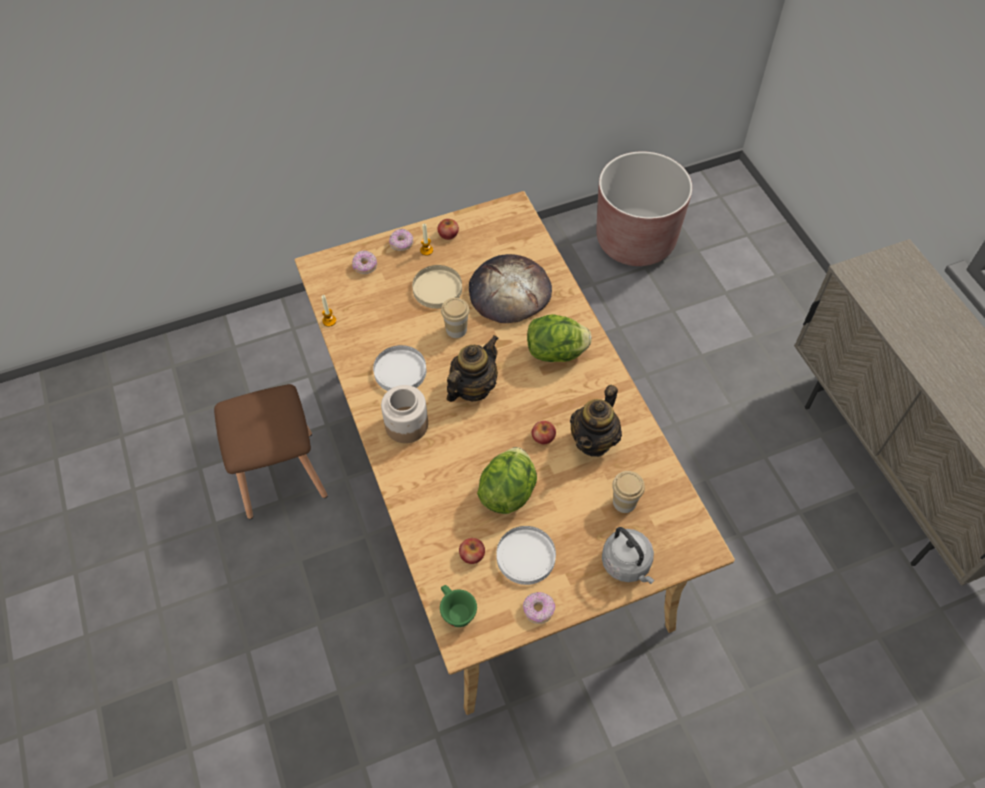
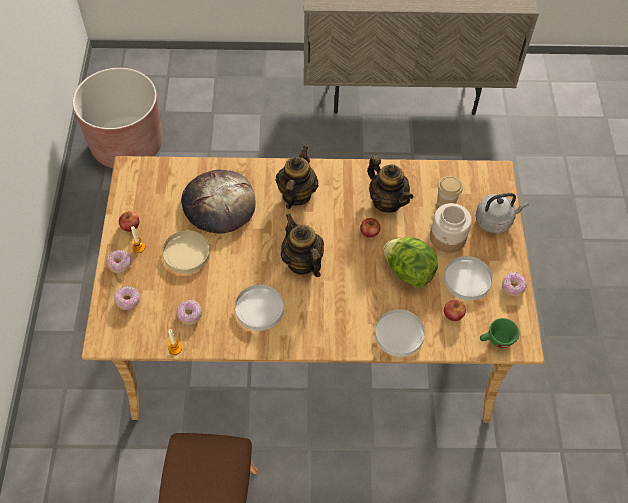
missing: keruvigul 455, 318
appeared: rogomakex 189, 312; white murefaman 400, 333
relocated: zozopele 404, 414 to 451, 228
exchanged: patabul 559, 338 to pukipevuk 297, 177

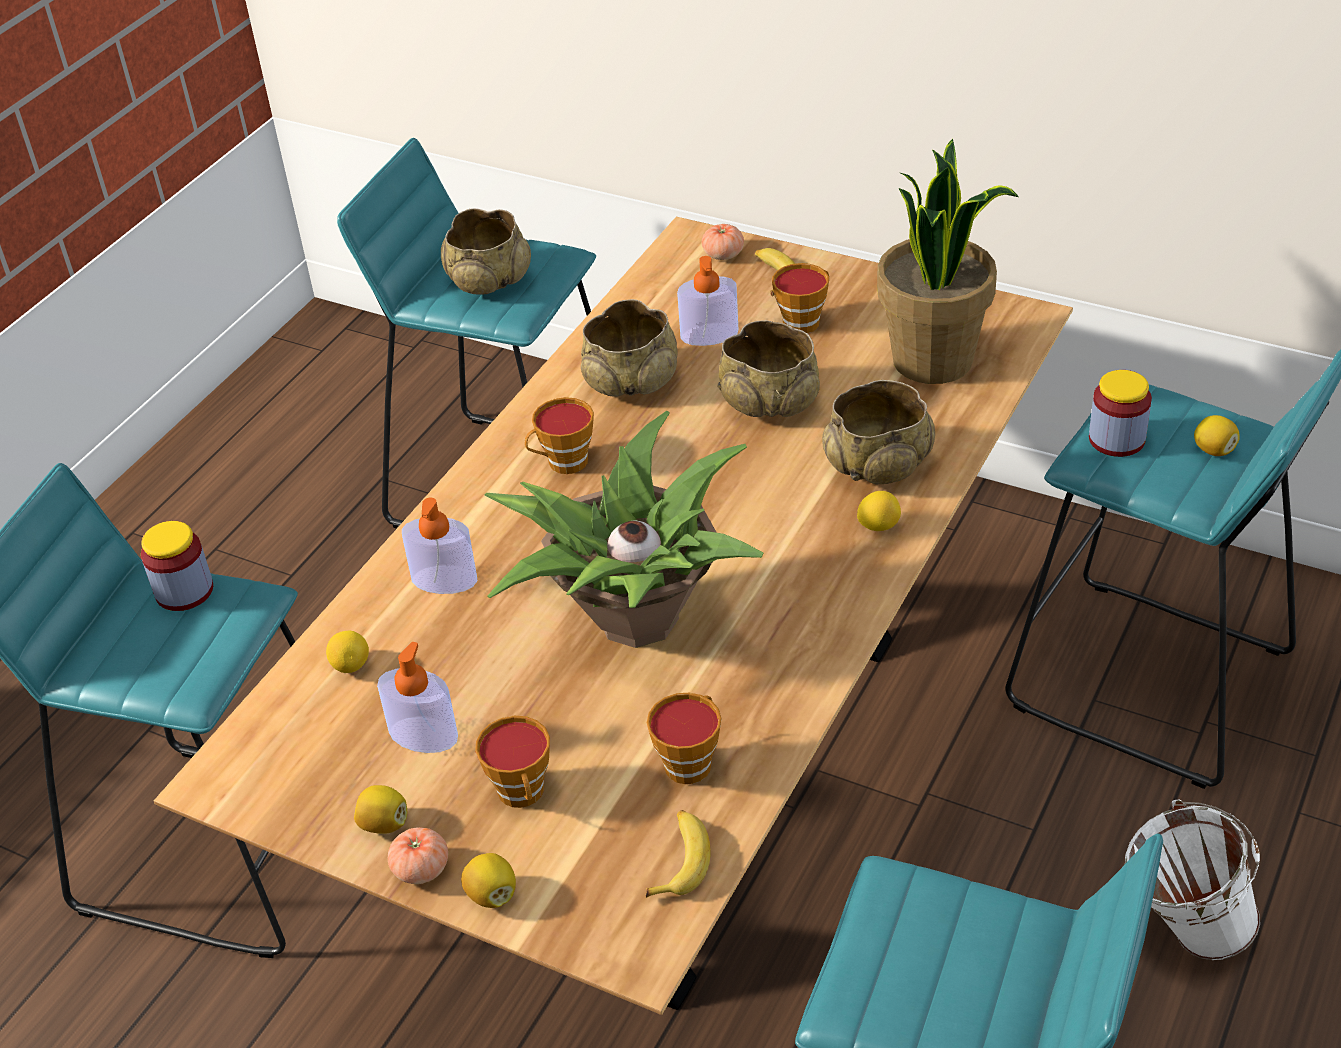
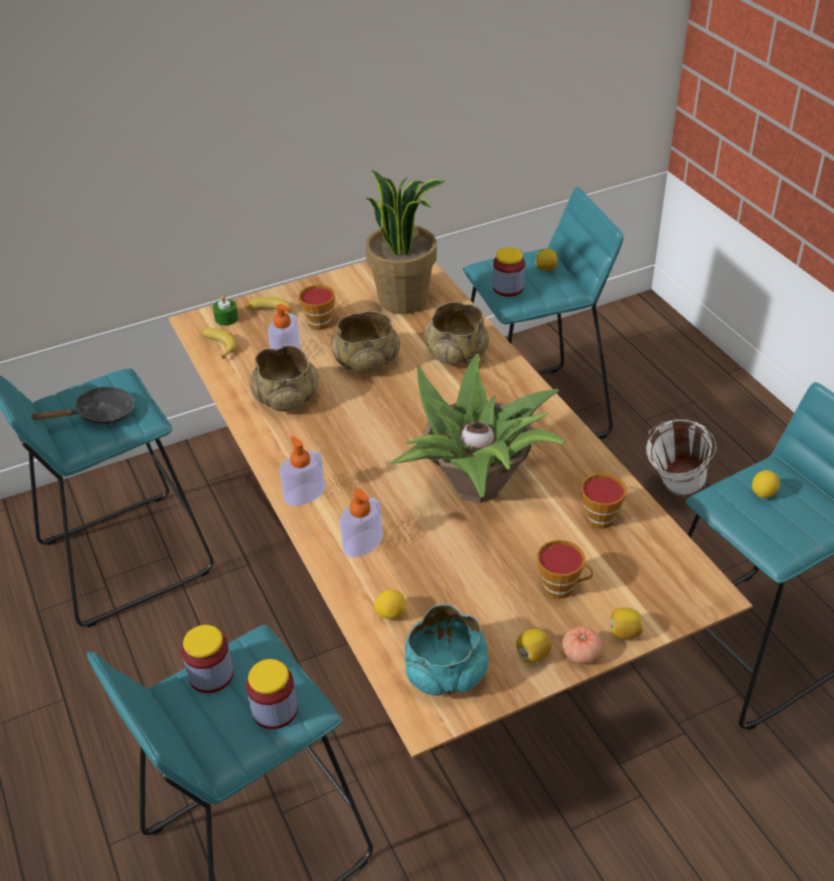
missing: keruvigul 559, 435
appeared: zozopele 272, 694; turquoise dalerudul 447, 650
relocated: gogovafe 678, 854 to 218, 343; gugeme 417, 697 to 302, 471; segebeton 879, 511 to 766, 484
exchanged: beige dalerudul 486, 251 to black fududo 82, 405; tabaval 722, 242 to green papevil 225, 310

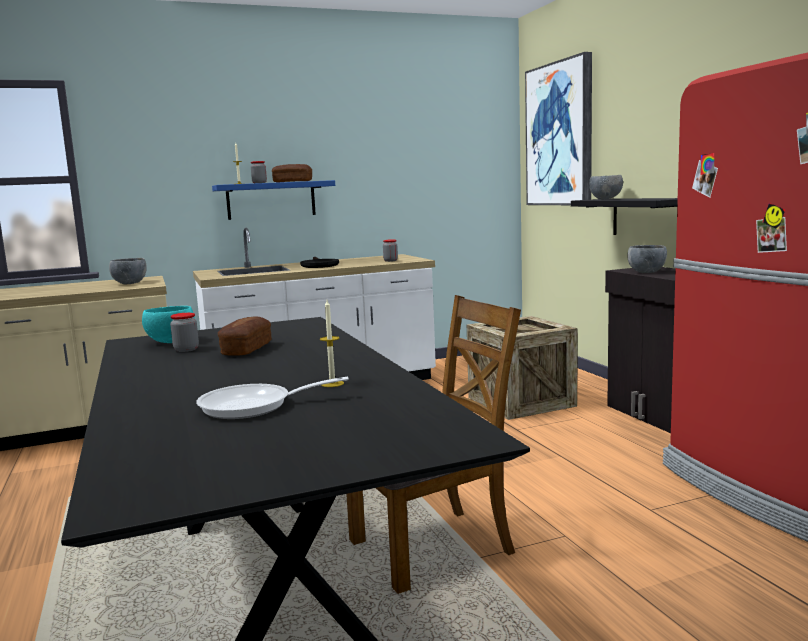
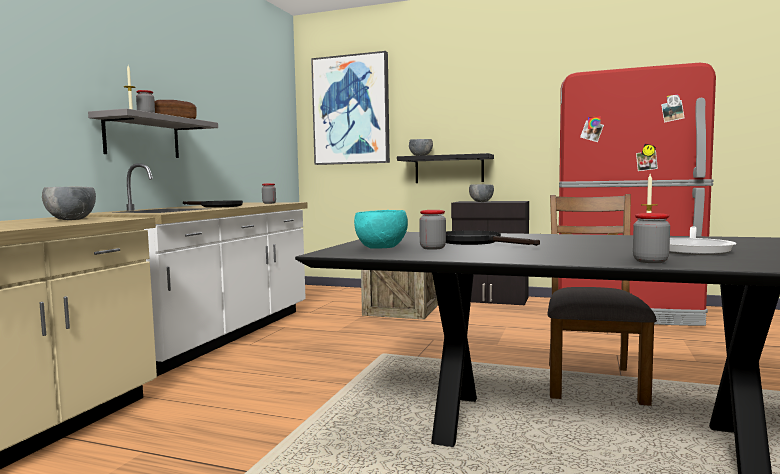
appeared: zozopele 651, 238
exchanged: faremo 244, 336 to black fududo 493, 238
colour: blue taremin 273, 200 to grey taremin 153, 133

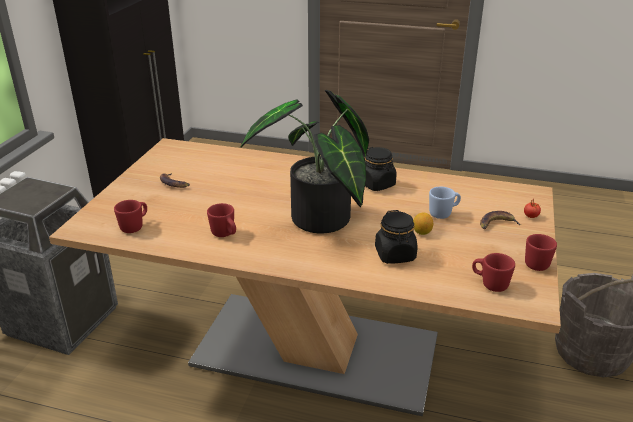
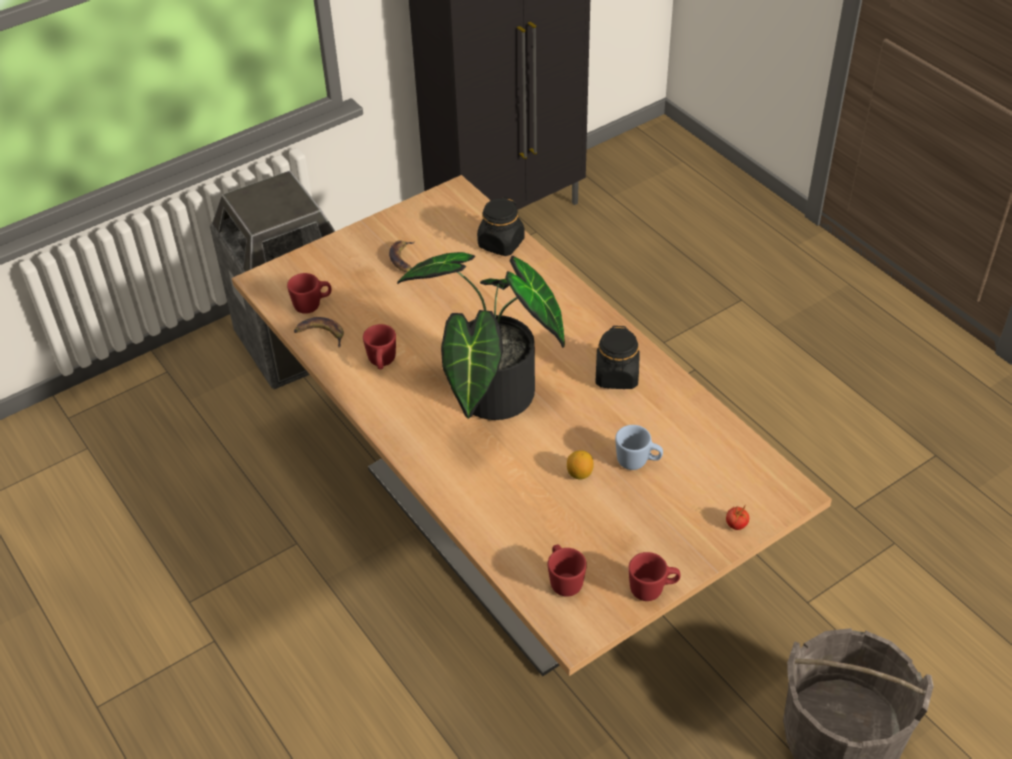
relocated: gogovafe 501, 220 to 319, 332; black zozopele 396, 237 to 501, 226

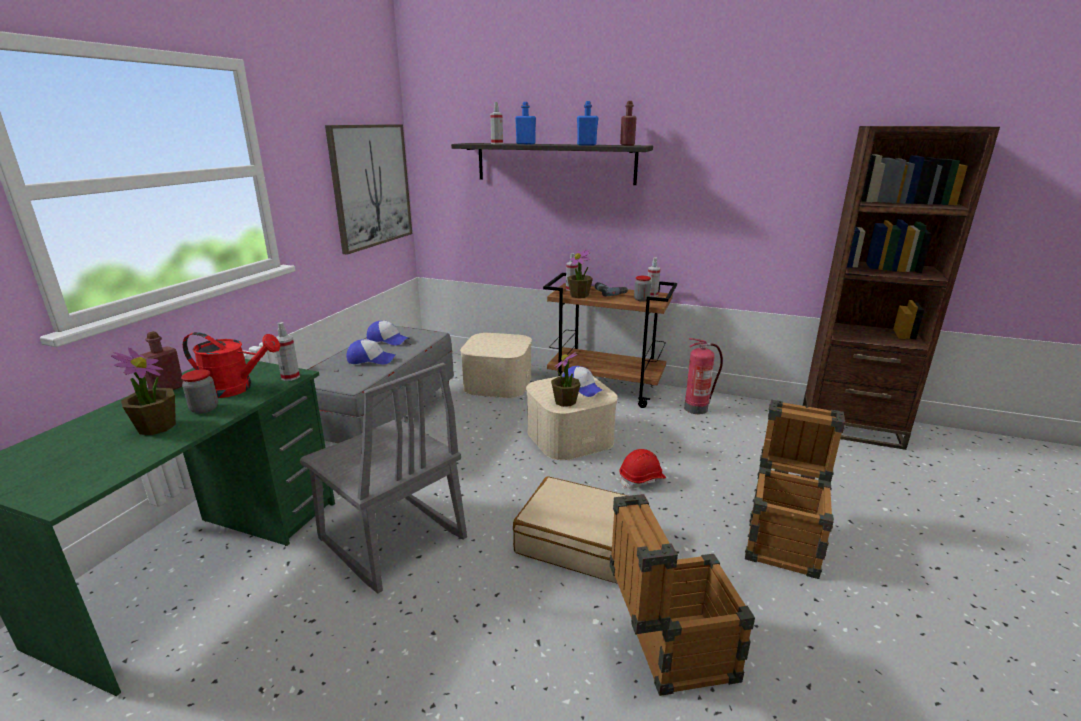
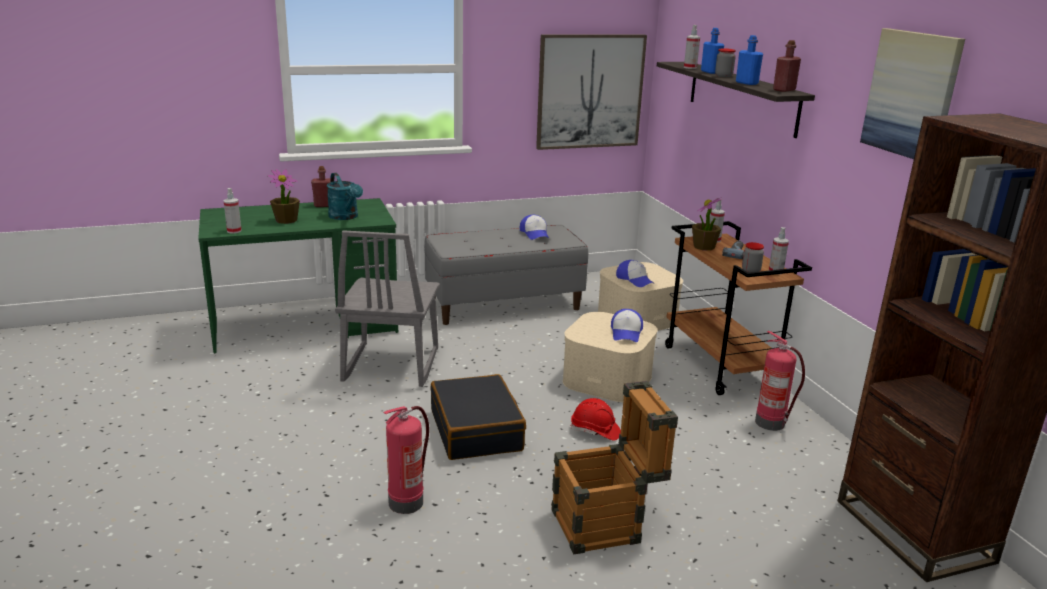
missing: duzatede 566, 379
appeared: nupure 912, 93
relocated: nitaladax 288, 351 to 233, 211; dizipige 371, 352 to 635, 273; zozopele 199, 391 to 725, 62
exchanged: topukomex 682, 595 to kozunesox 406, 460
colour: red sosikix 231, 365 to turquoise sosikix 345, 196; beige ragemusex 570, 530 to black ragemusex 478, 417

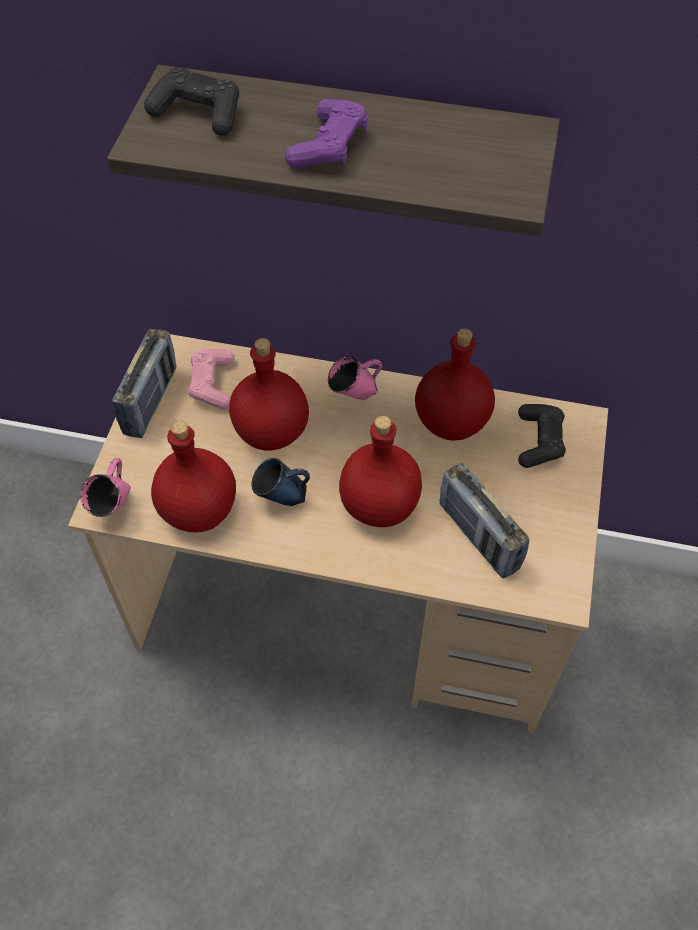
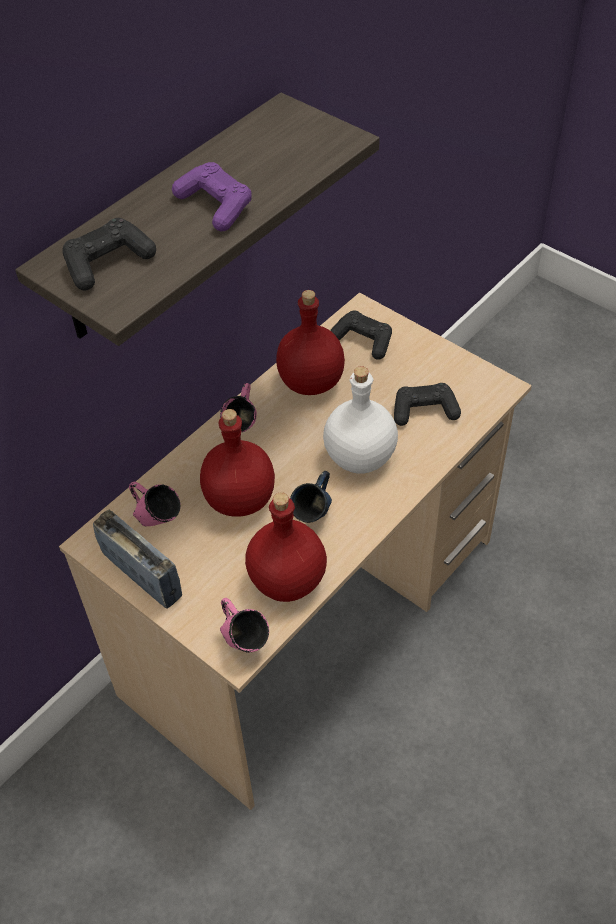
exchanged: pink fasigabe 211, 379 to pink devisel 155, 504; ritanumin 484, 520 to black fasigabe 427, 404
colour: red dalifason 380, 471 to white dalifason 360, 420

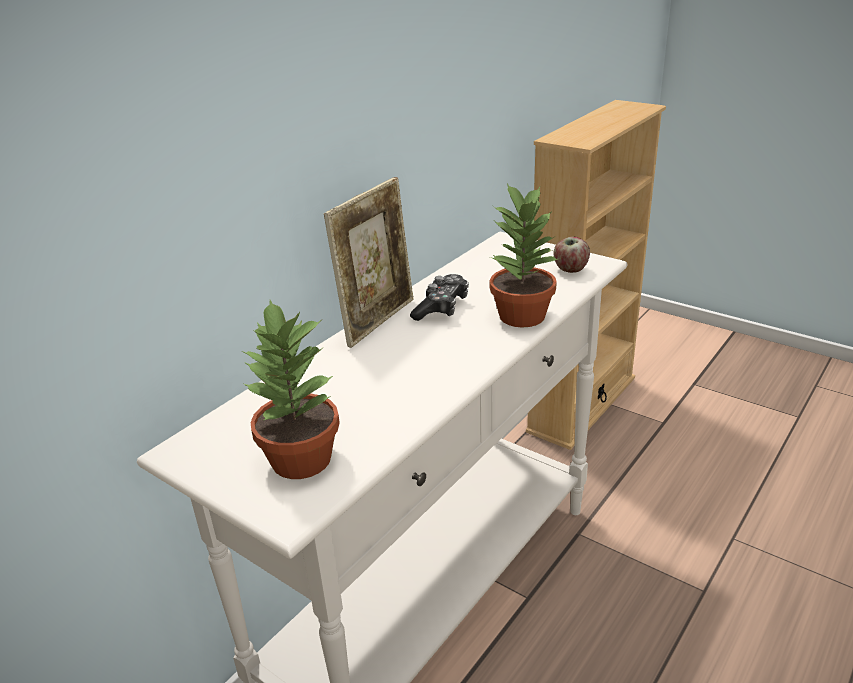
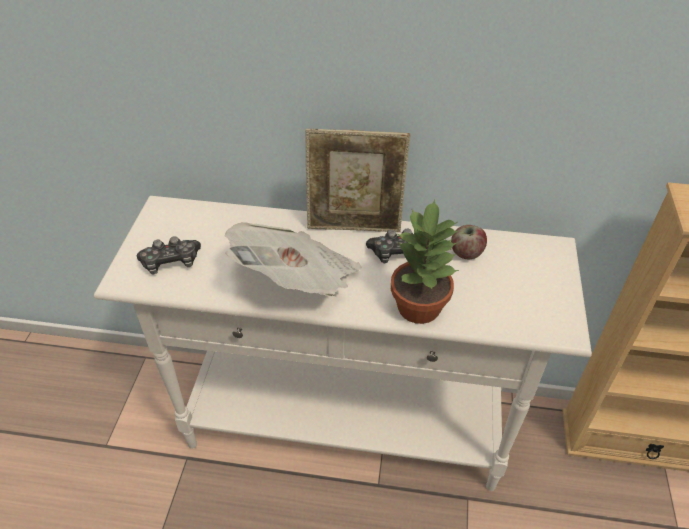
appeared: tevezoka 292, 259
relocated: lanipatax 571, 255 to 469, 242
exchanged: duzatede 291, 389 to fasigabe 169, 255

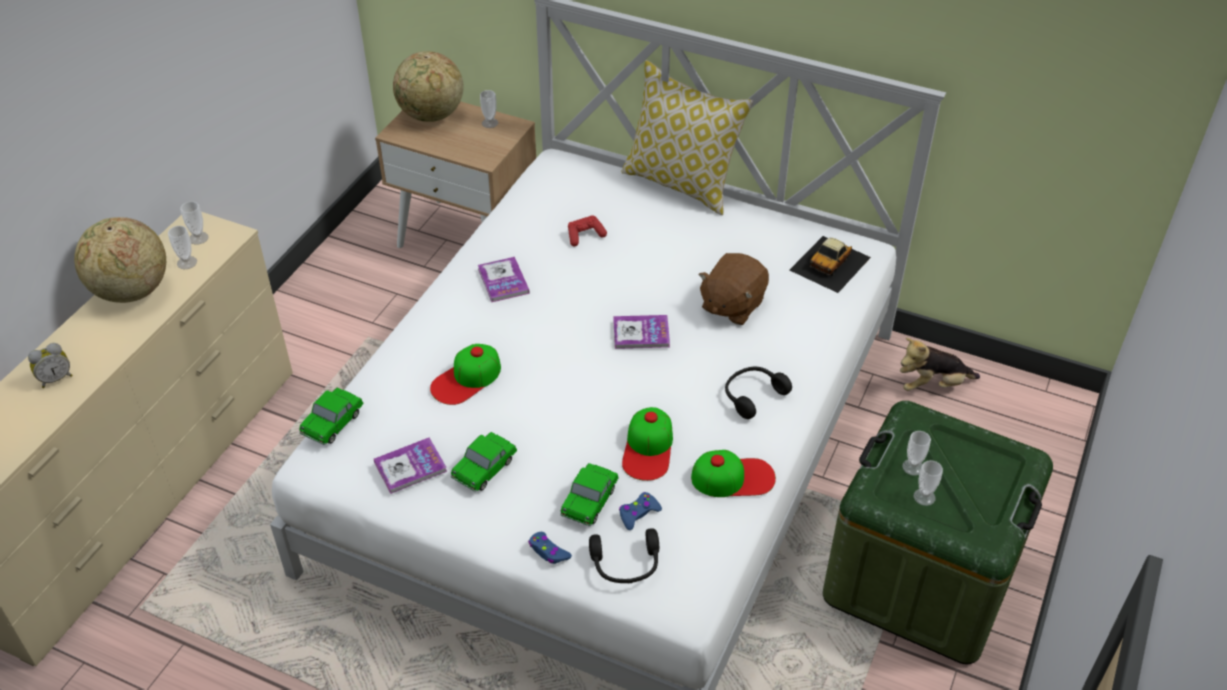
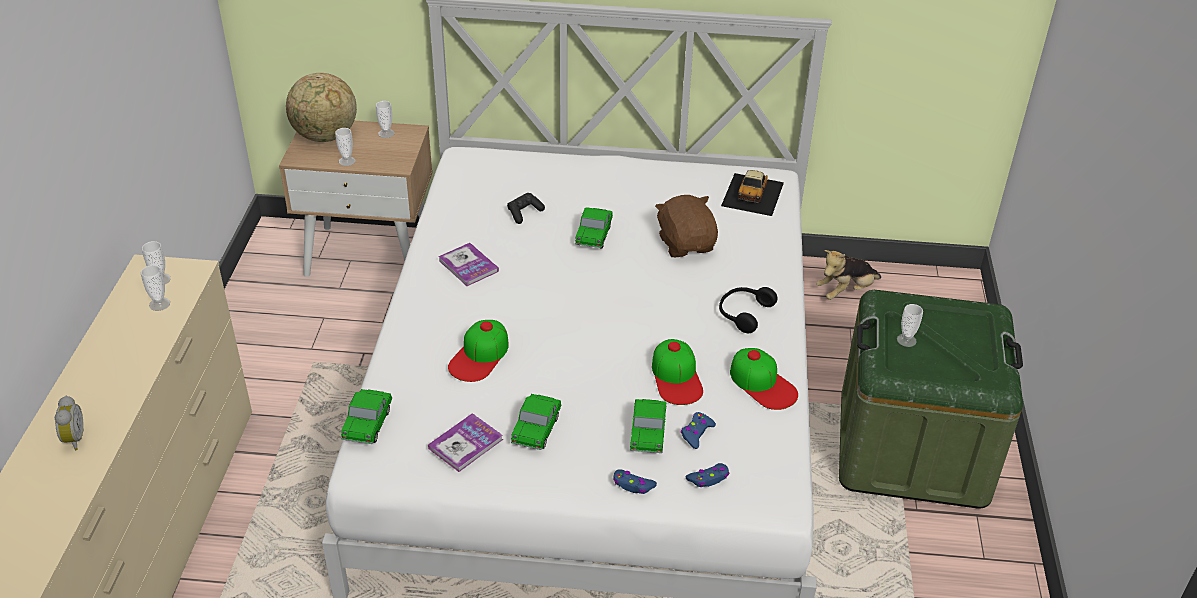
missing: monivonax 120, 260; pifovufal 641, 332; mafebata 687, 137
appeared: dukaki 594, 227
relocated: keruvigul 928, 483 to 345, 147
exchanged: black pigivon 624, 555 to blue fasigabe 707, 475
colour: red fasigabe 587, 231 to black fasigabe 526, 208
spun: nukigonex 50, 365 = 69, 423 45 degrees counterclockwise; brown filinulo 733, 289 = 686, 226 150 degrees clockwise; dizipige 733, 473 = 764, 379 75 degrees clockwise

